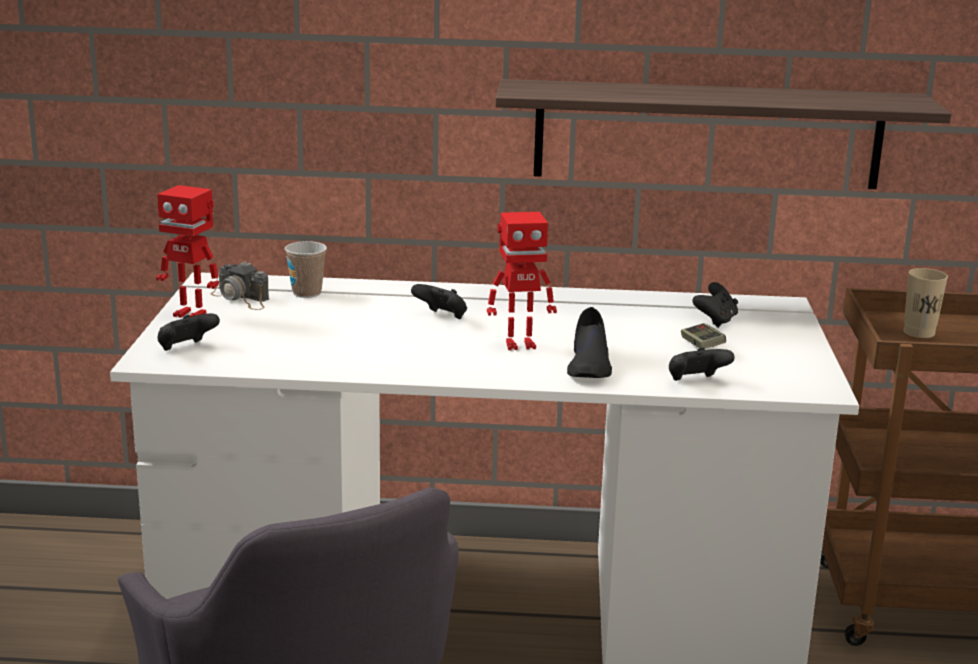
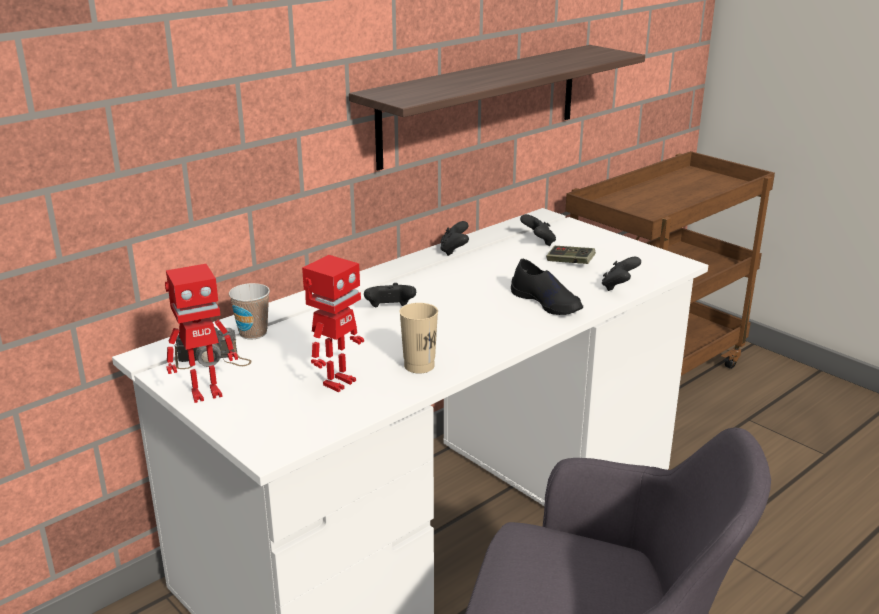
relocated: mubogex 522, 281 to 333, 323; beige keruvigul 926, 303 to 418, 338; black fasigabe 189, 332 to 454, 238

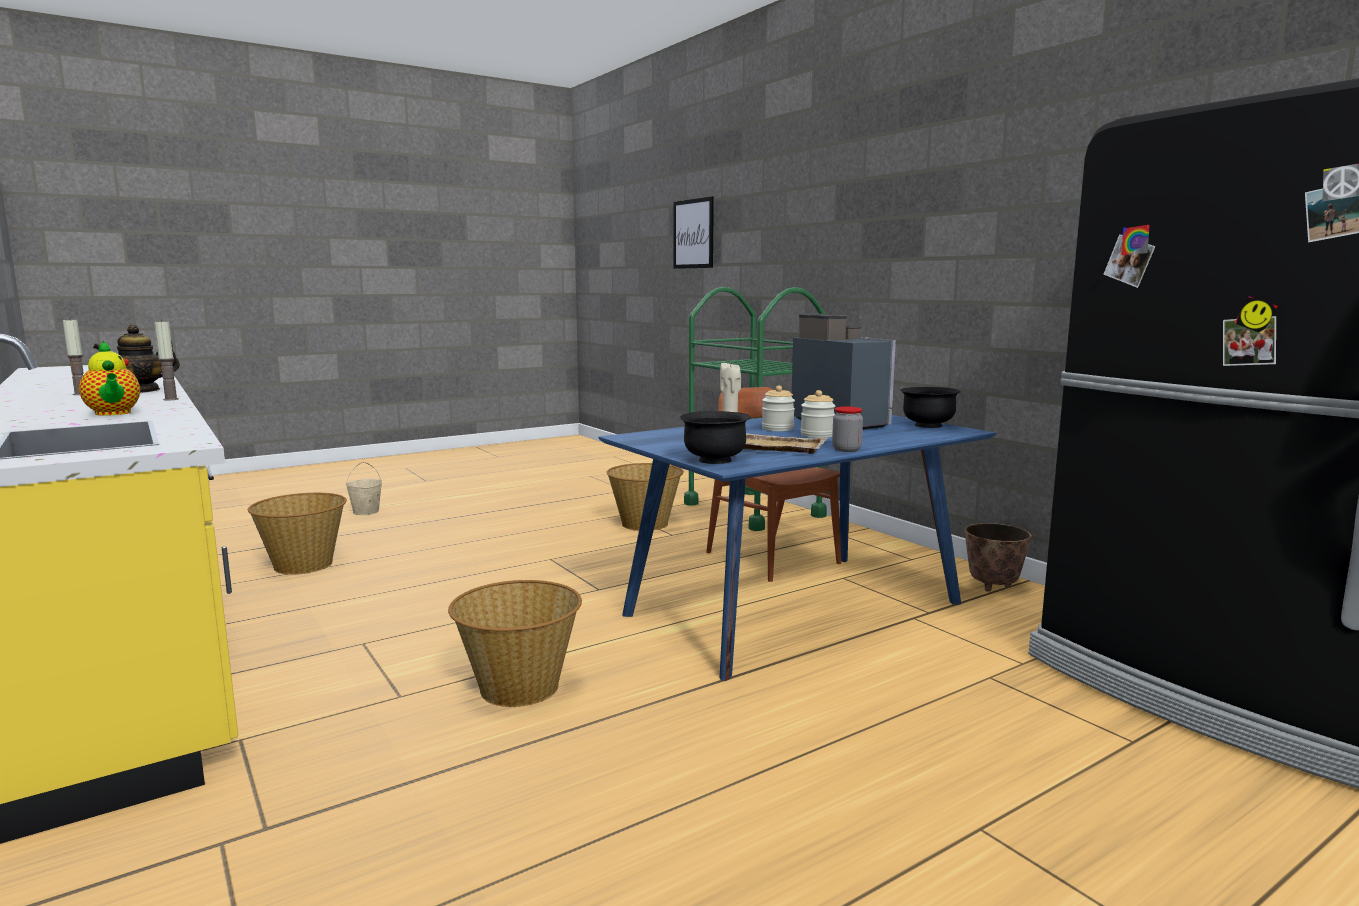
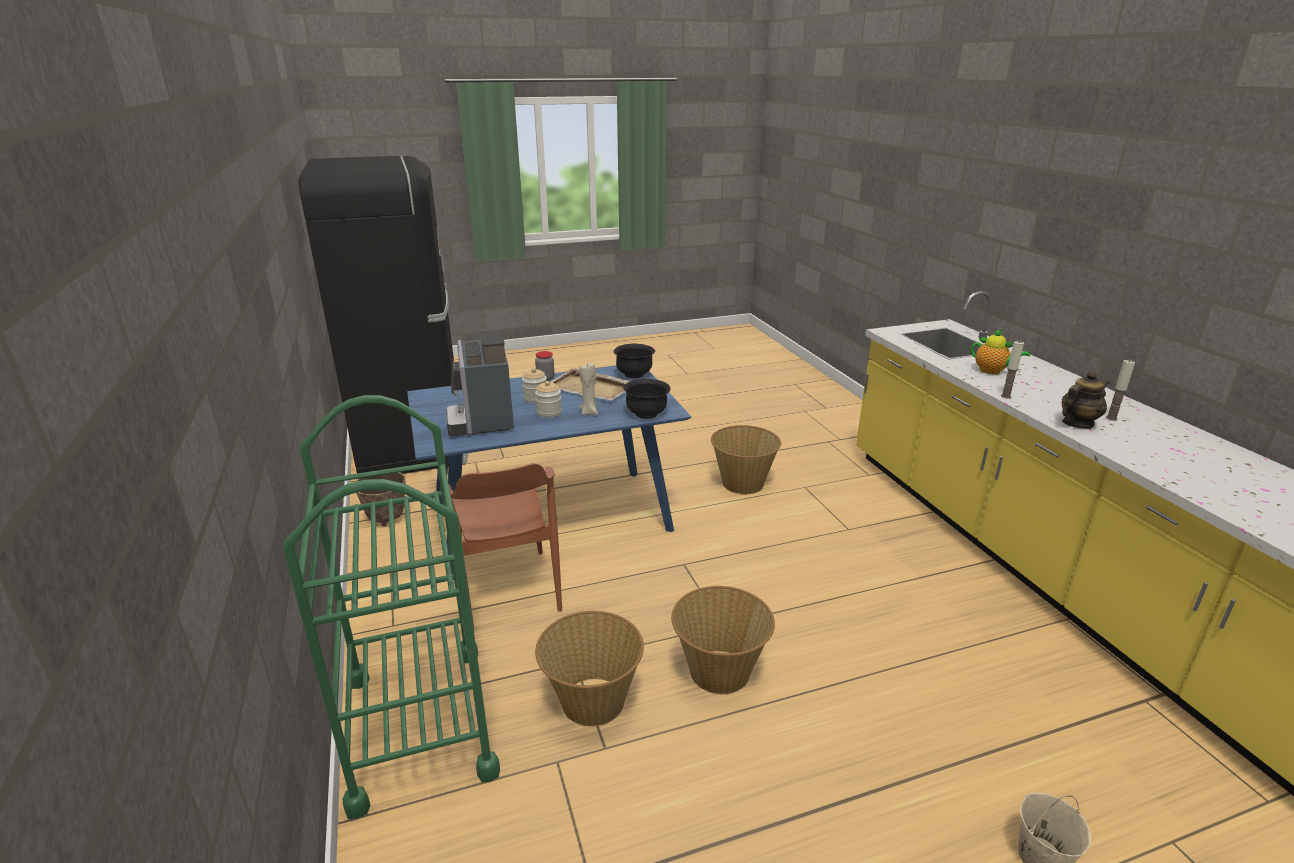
missing: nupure 693, 232
relocated: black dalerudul 930, 407 to 646, 399; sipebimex 297, 534 to 723, 640
spun: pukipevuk 109, 378 = 1000, 351 150 degrees clockwise

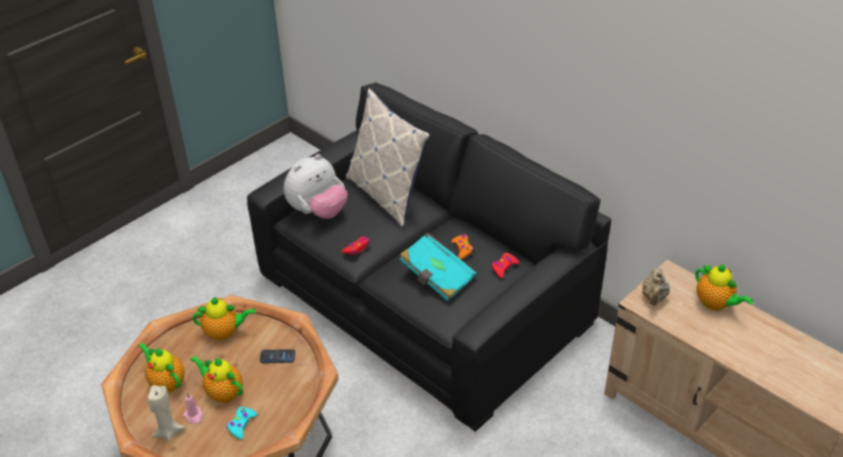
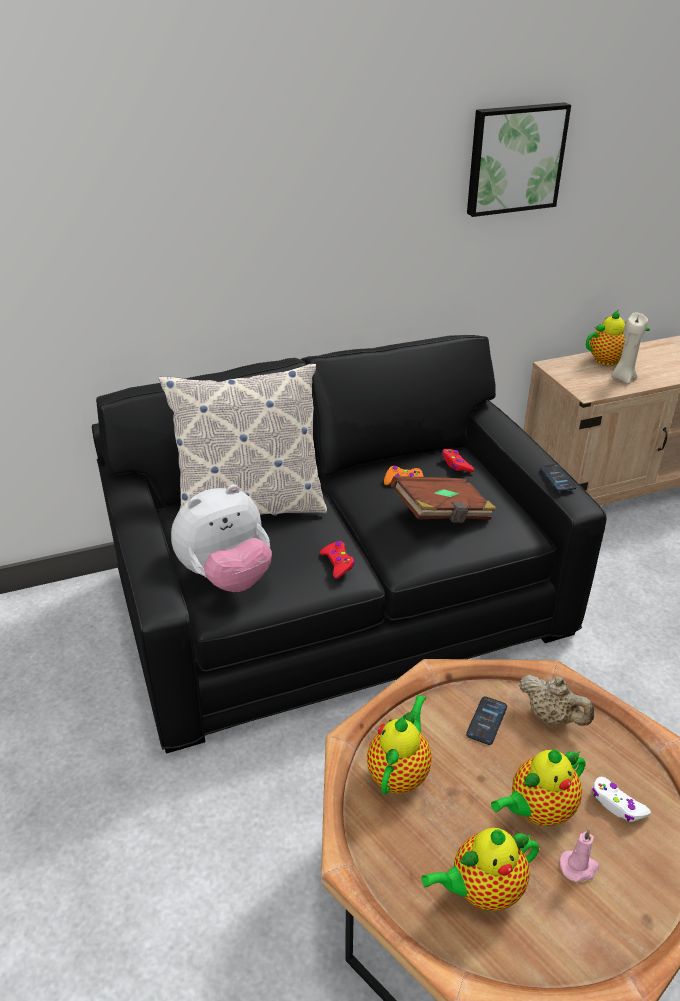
appeared: nupure 519, 159; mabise 558, 478
relocated: beige pukipevuk 656, 286 to 556, 700; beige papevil 166, 413 to 629, 348
colour: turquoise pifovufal 437, 267 to brown pifovufal 444, 499; turquoise fasigabe 242, 423 to white fasigabe 621, 799
spun: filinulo 316, 186 = 221, 538 75 degrees clockwise

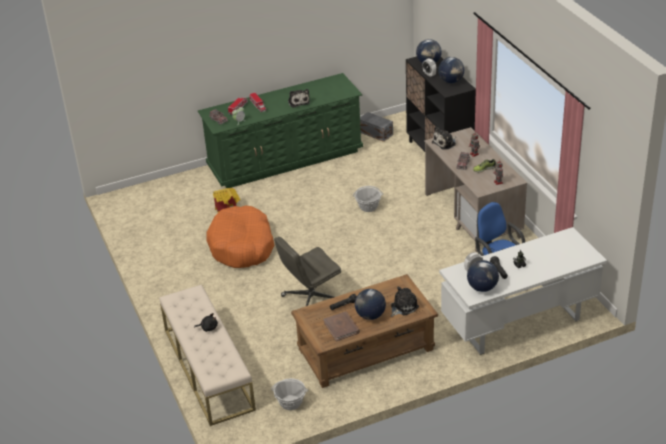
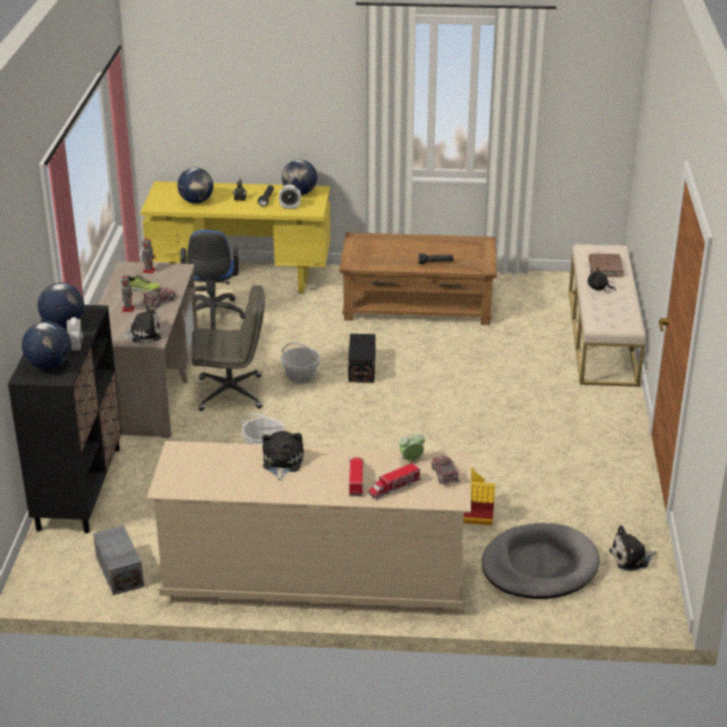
missing: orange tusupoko 240, 236
appeared: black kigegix 362, 358; grey tusupoko 541, 561
relocated: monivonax 370, 304 to 195, 185; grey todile 307, 271 to 228, 348; sipebimex 289, 394 to 300, 362; brown pifovufal 341, 326 to 606, 265; filinulo 405, 302 to 633, 548
colour: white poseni 523, 291 to yellow poseni 235, 237; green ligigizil 280, 130 to beige ligigizil 309, 528

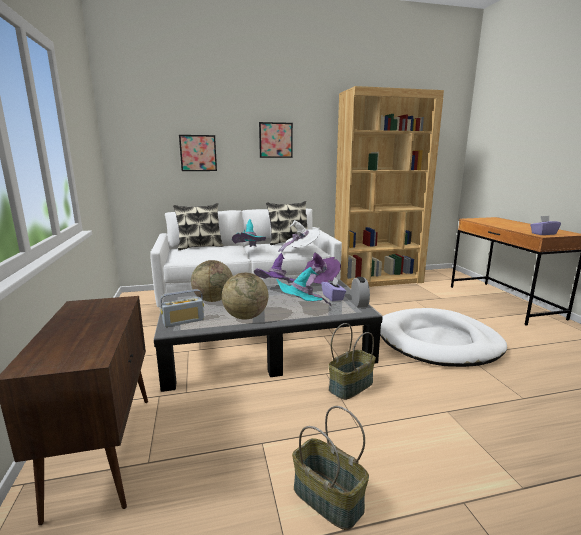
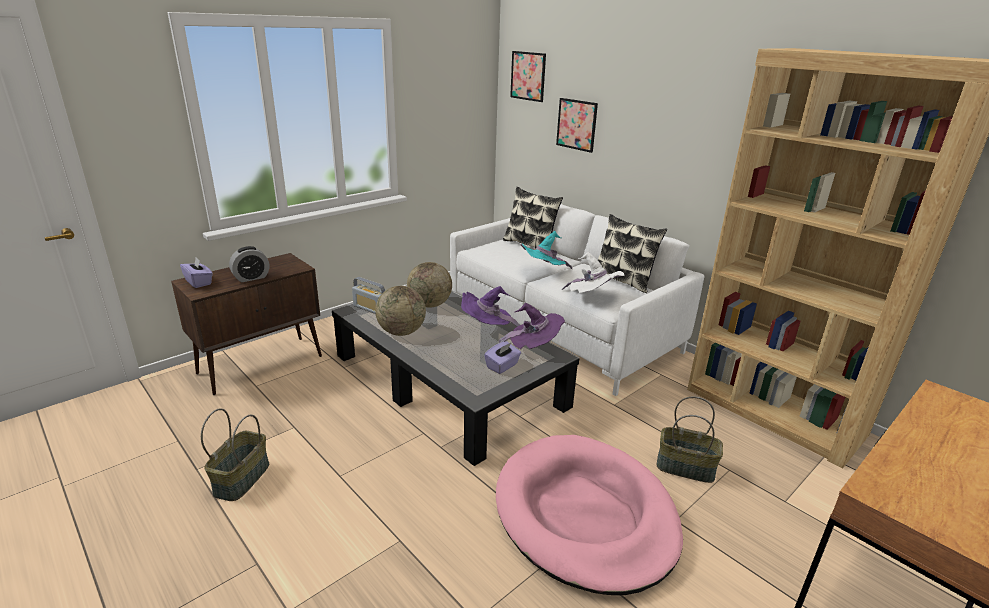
missing: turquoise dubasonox 303, 286
relocated: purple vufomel 545, 225 to 196, 273; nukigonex 360, 292 to 249, 264; nupure 276, 140 to 528, 76; sipebimex 352, 361 to 690, 439
colour: white tusupoko 443, 337 to pink tusupoko 589, 515

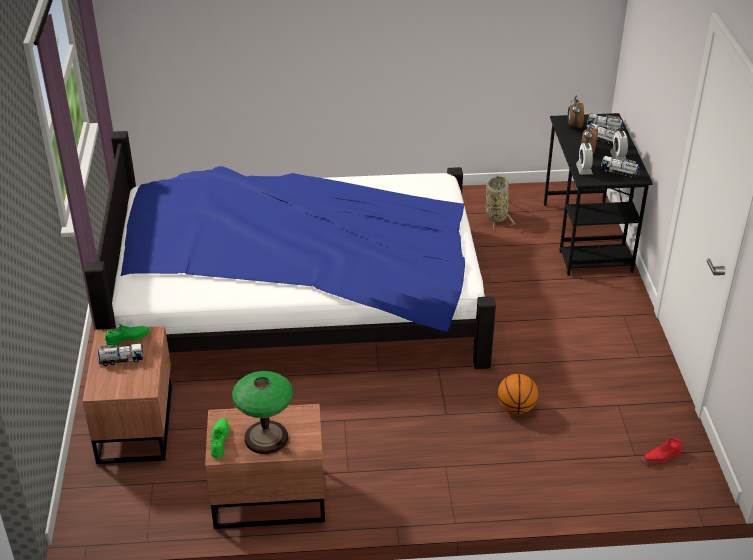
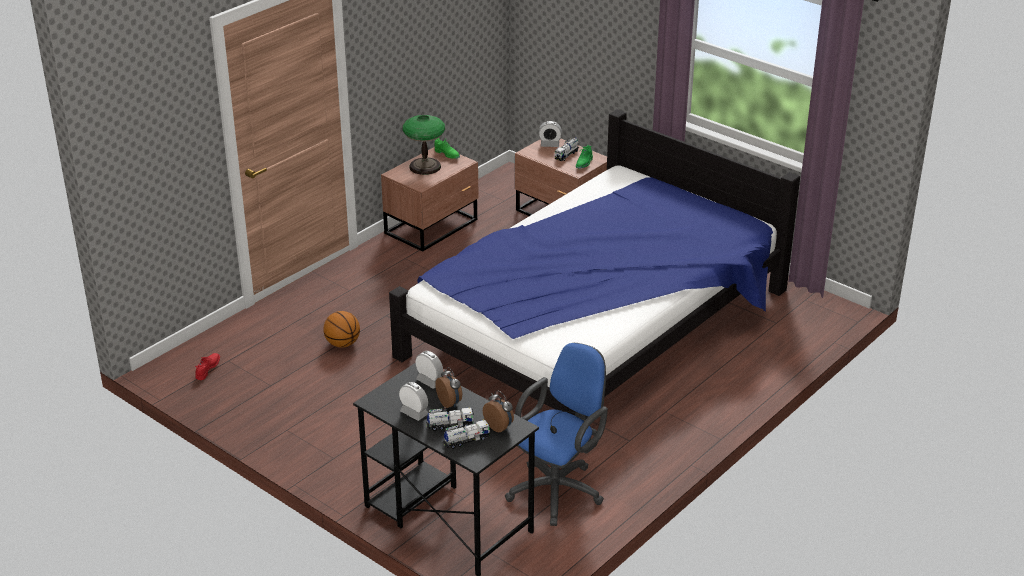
missing: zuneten 620, 167
appeared: nukigonex 550, 134
exchanged: sipebimex 501, 202 to blue todile 556, 434

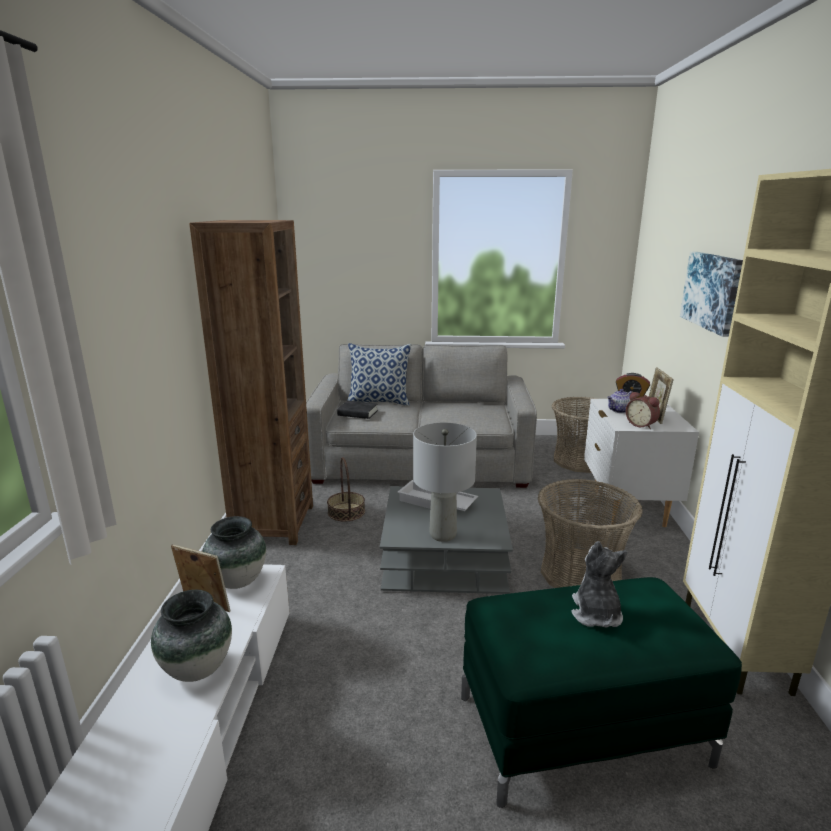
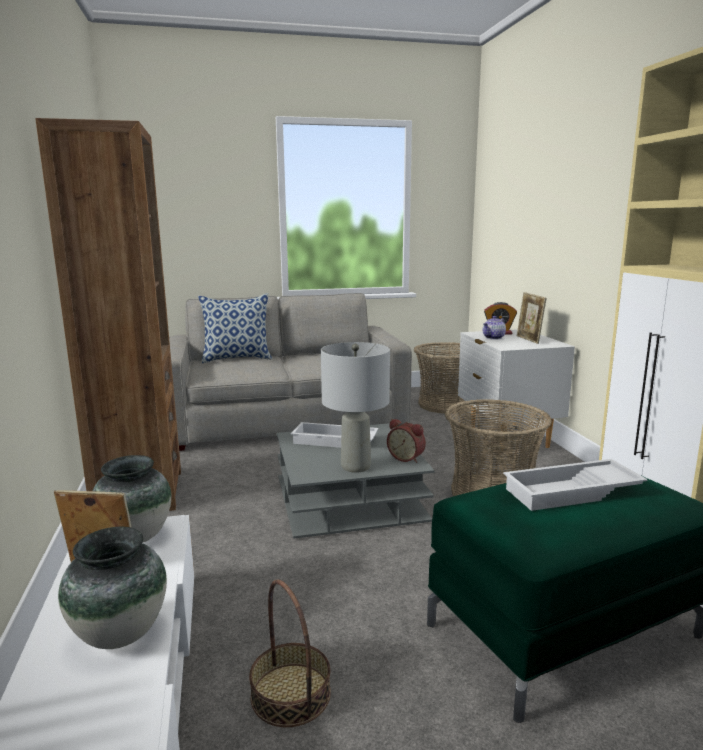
missing: black pifovufal 357, 410; nupure 711, 294
relocated: sipebimex 346, 489 to 290, 653; nukigonex 643, 410 to 406, 441
exchanged: filinulo 599, 584 to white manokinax 575, 485

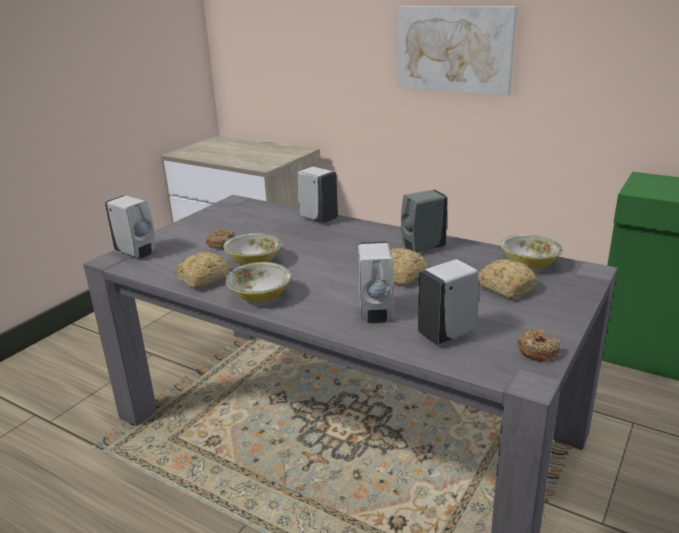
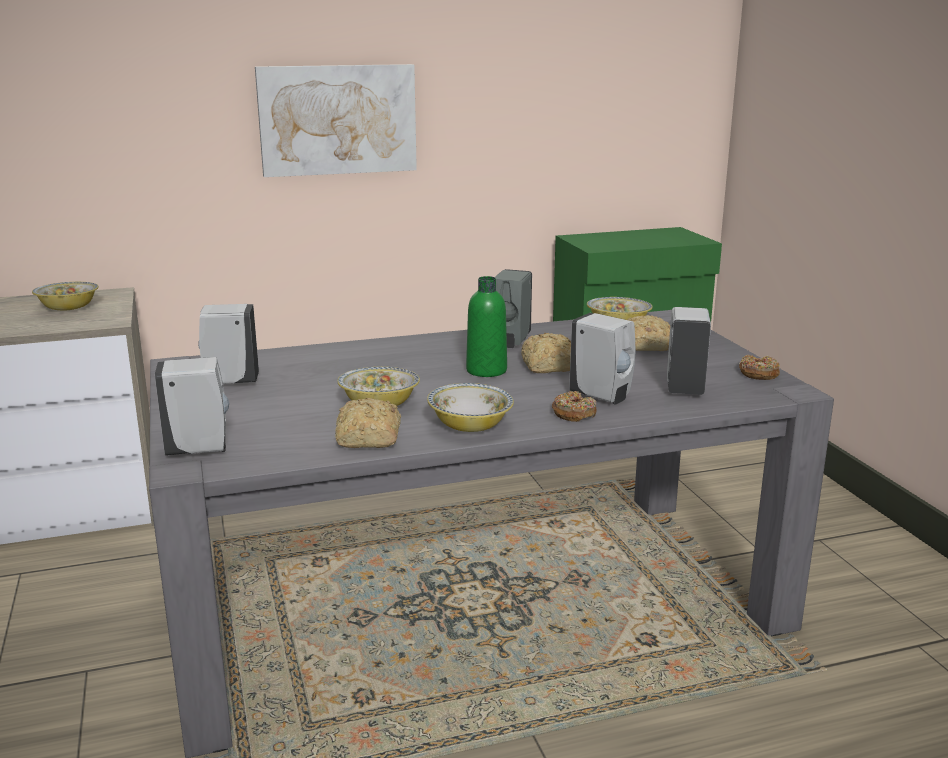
appeared: dalerudul 65, 296; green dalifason 486, 326
relocated: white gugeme 317, 195 to 228, 344; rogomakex 220, 239 to 574, 406

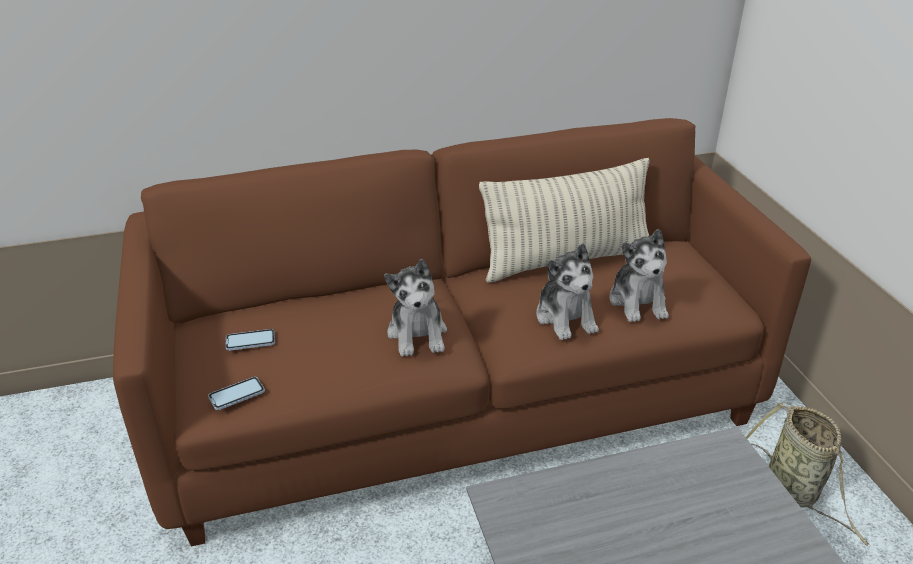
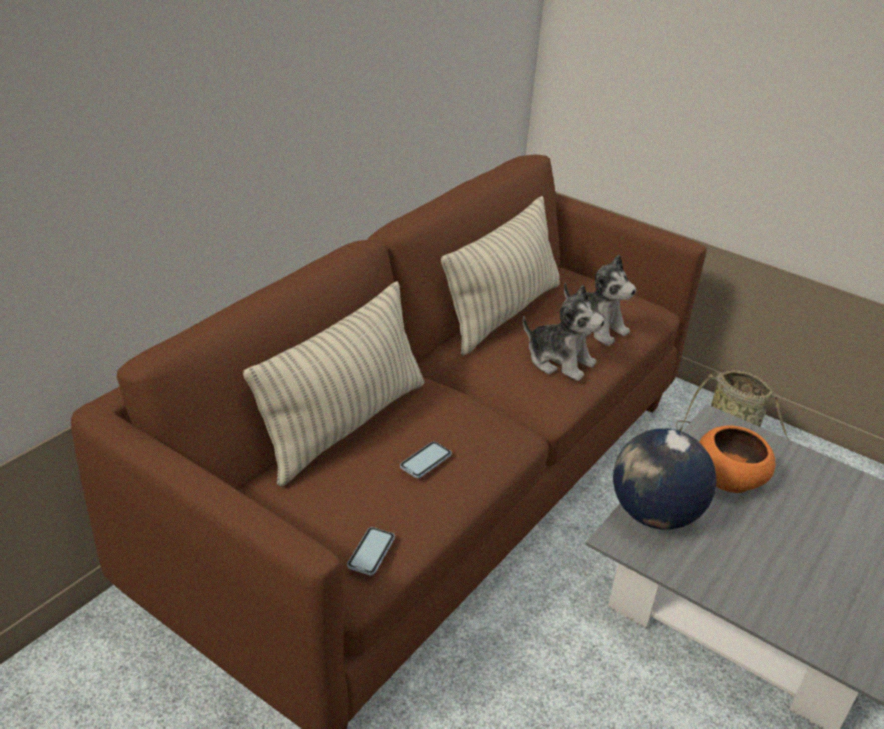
missing: filinulo 415, 308
appeared: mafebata 333, 384; monivonax 665, 479; orange dalerudul 737, 459
relocated: mabise 250, 340 to 426, 460

